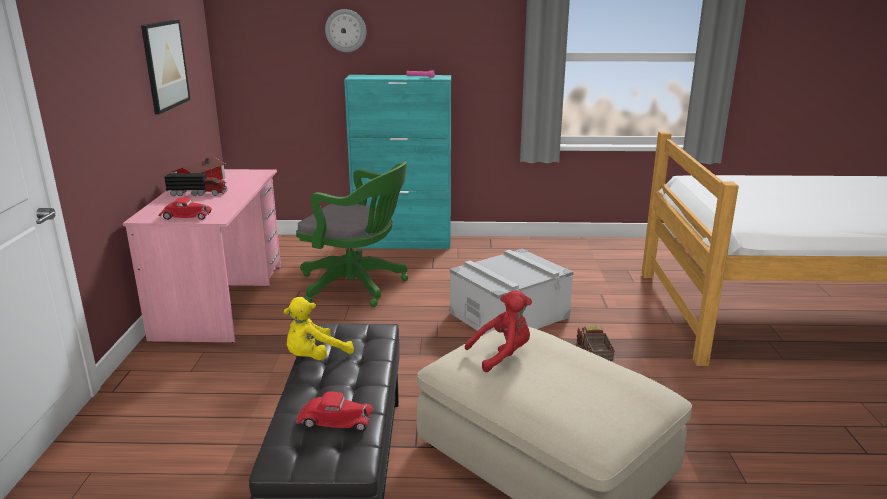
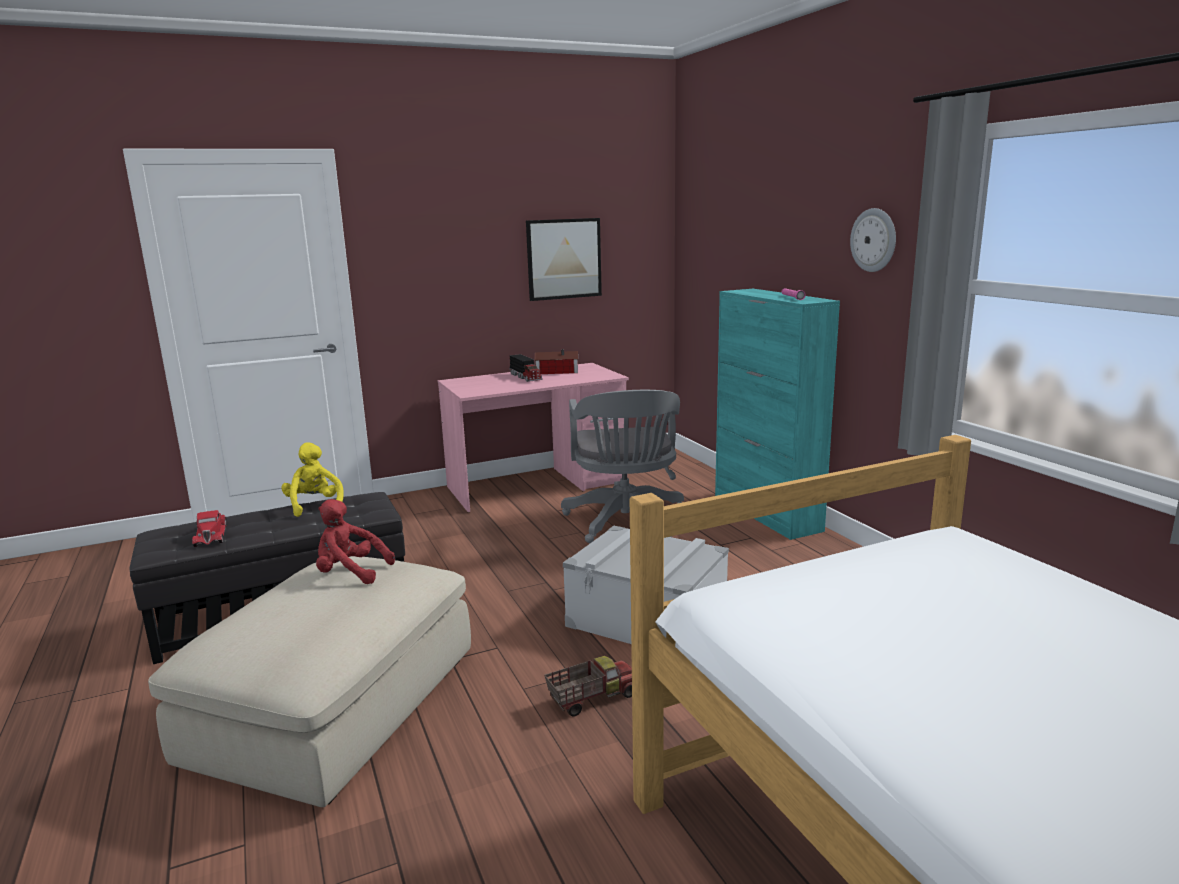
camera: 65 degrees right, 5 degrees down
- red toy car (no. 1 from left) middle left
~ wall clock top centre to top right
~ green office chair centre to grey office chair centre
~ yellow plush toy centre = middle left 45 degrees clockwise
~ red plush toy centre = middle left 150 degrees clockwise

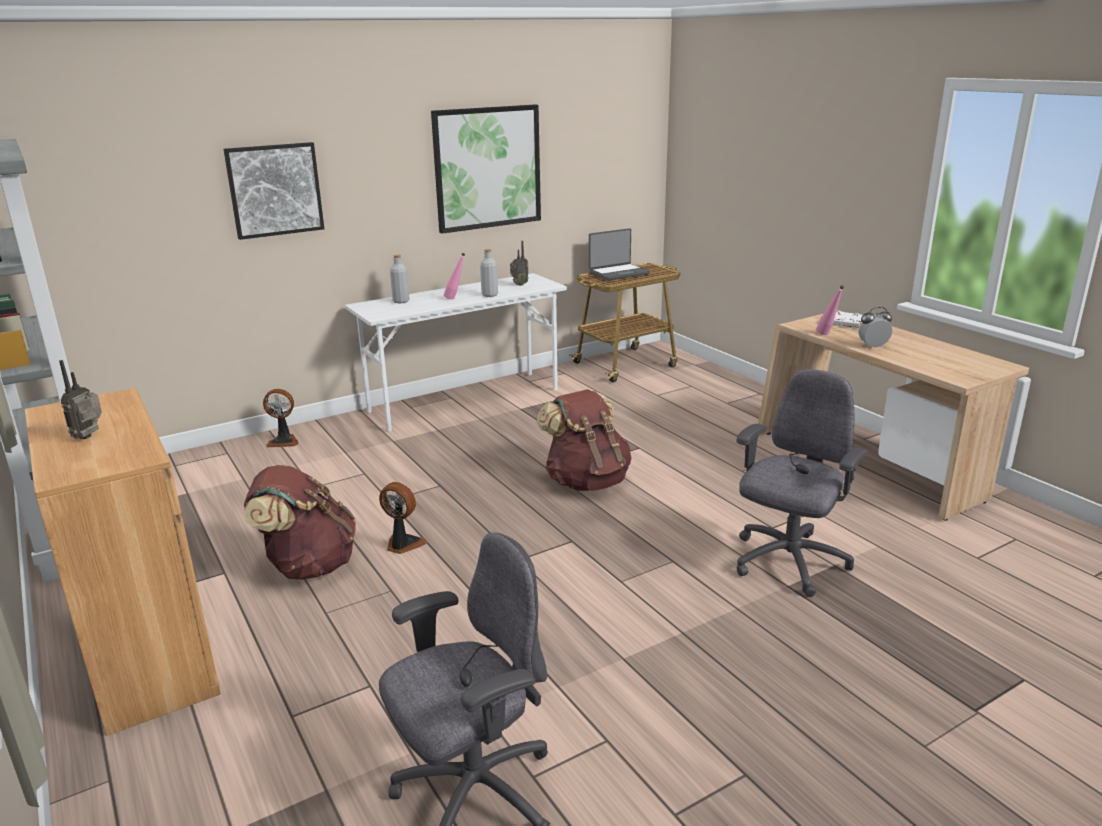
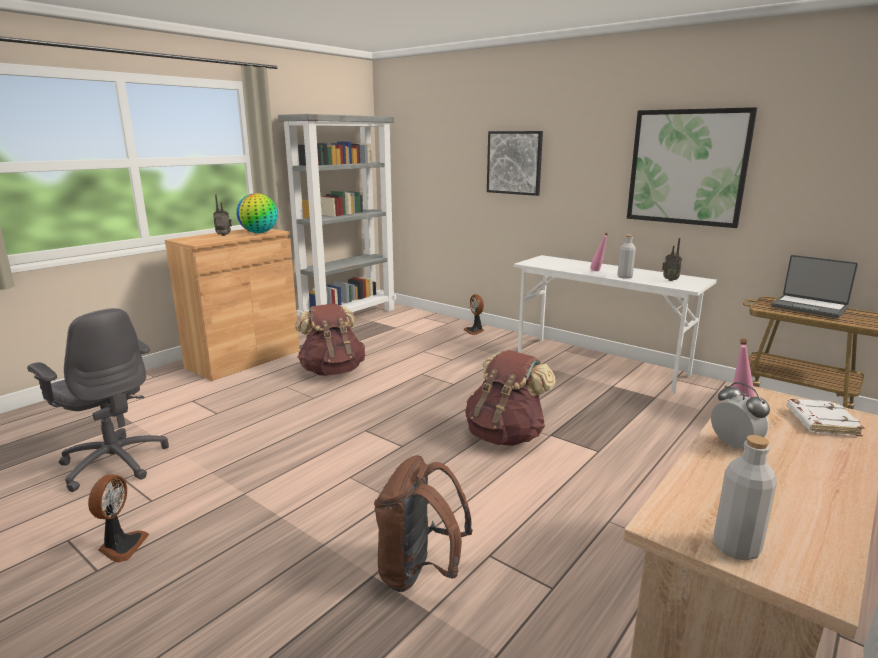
camera: 70 degrees right, 5 degrees down
+ globe top left
~ fan (no. 2 from left in the first image) centre to fan (no. 1 from left) bottom left
~ grey bottle (no. 1 from left in the first image) centre to grey bottle (no. 2 from left) bottom right
~ grey office chair (no. 2 from left) middle right to brown backpack (no. 2 from left) bottom centre

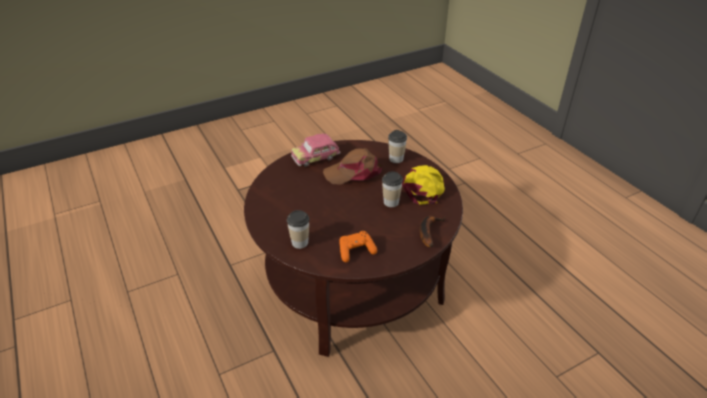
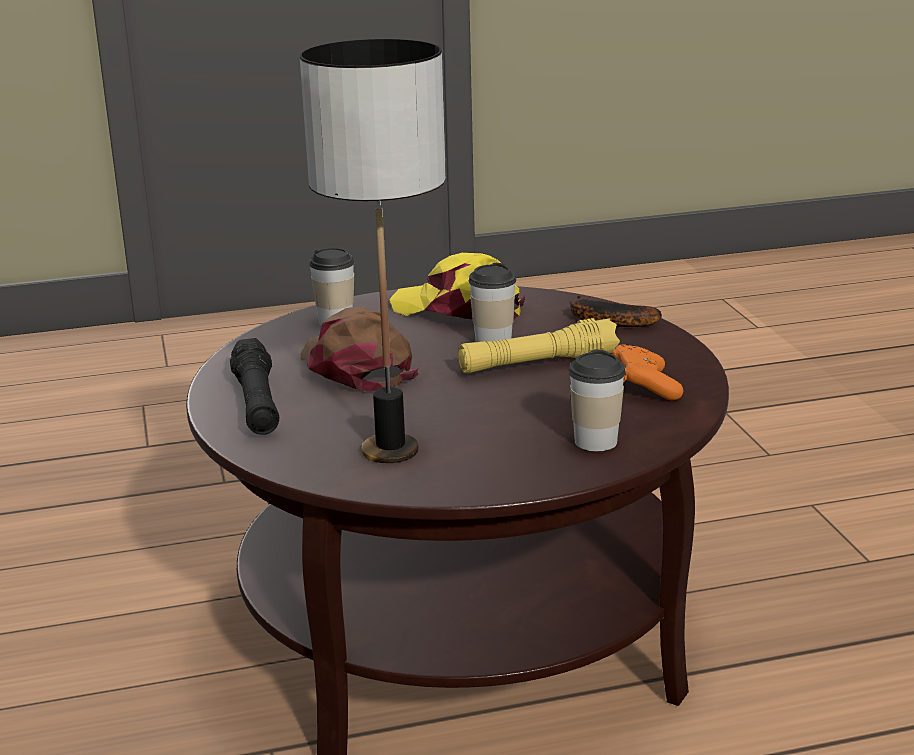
camera: 75 degrees left, 15 degrees down
+ table lamp top centre
+ yellow flashlight centre
~ toy car centre to black flashlight middle left
~ brown cap centre = centre 150 degrees clockwise

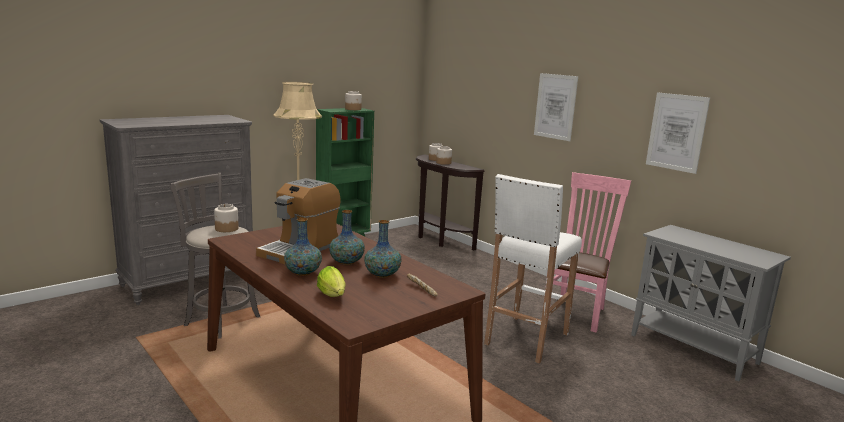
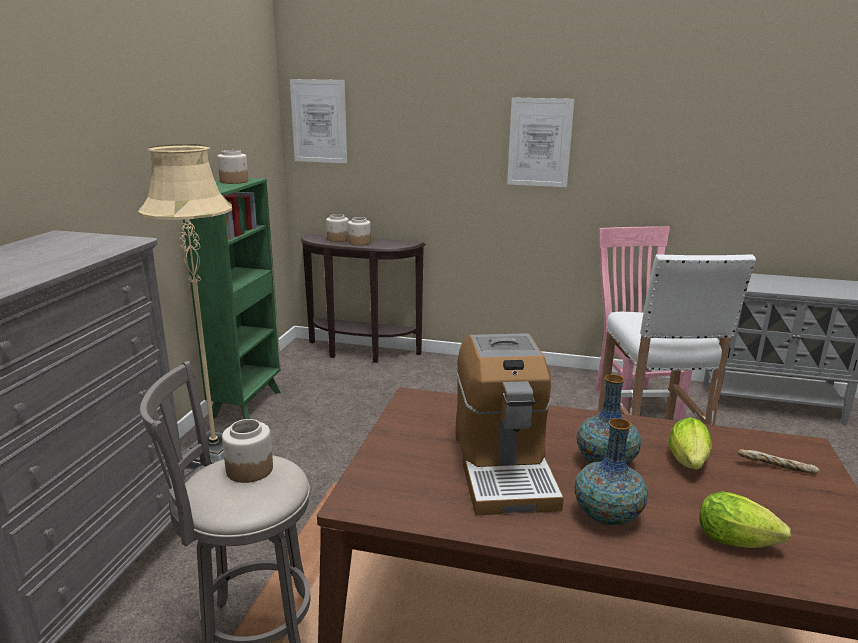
camera: 35 degrees left, 5 degrees up
~ picture (no. 2 from left in the first image) top right to picture (no. 1 from left) top centre
~ vase (no. 3 from left) centre to lettuce (no. 1 from left) bottom right

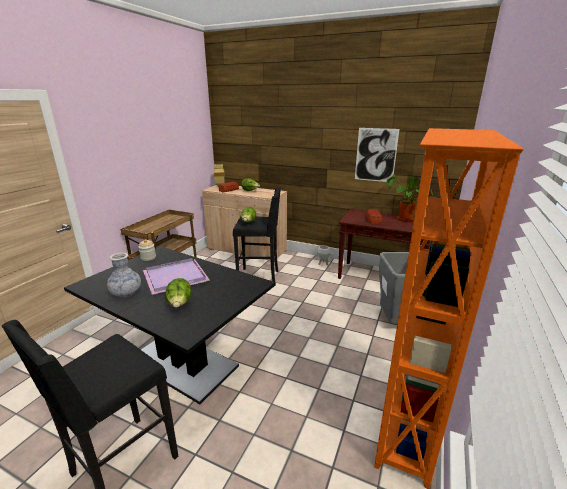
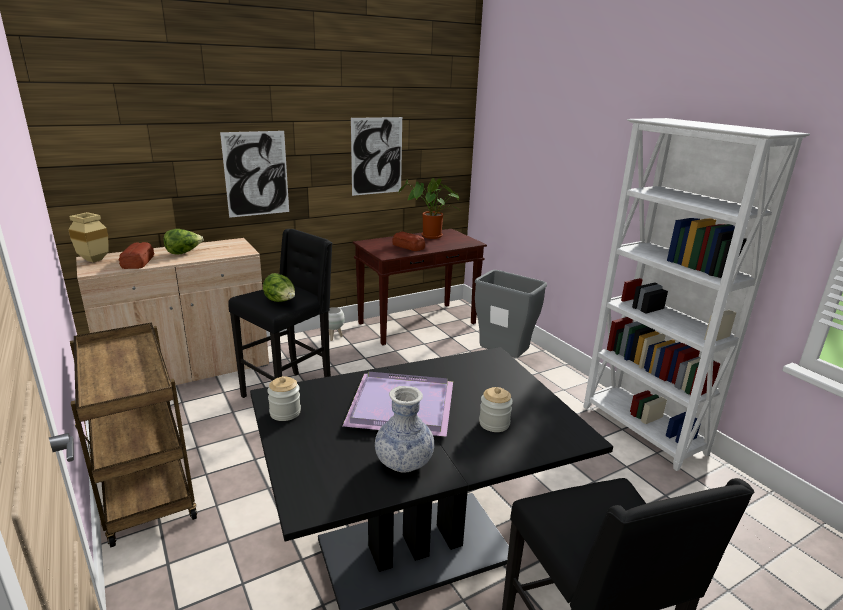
camera: 55 degrees left, 0 degrees up
+ picture (no. 1 from left) top left
~ lettuce (no. 1 from left) middle left to jar (no. 2 from left) bottom centre
~ orange bookcase middle right to white bookcase middle right

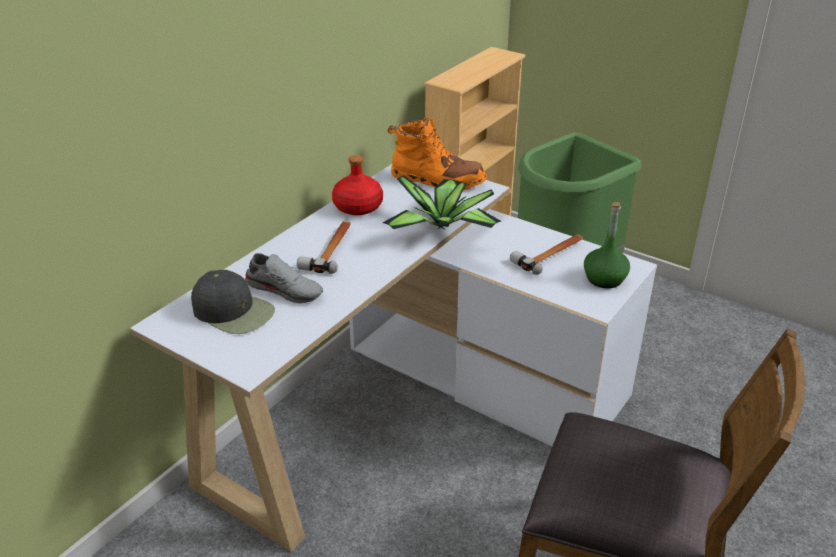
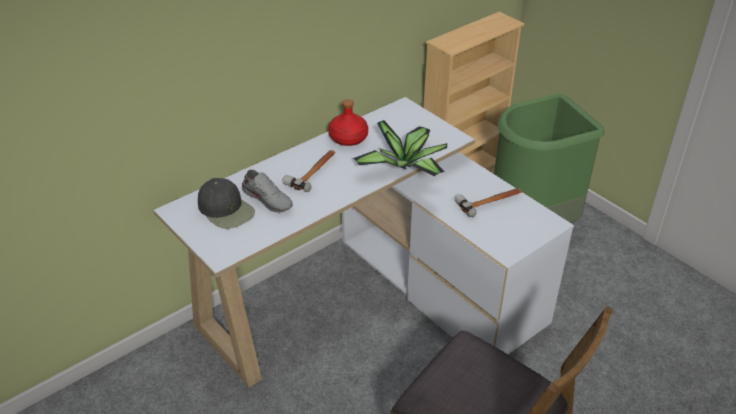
camera: 15 degrees right, 5 degrees up
- orange boot top centre
- green bottle middle right

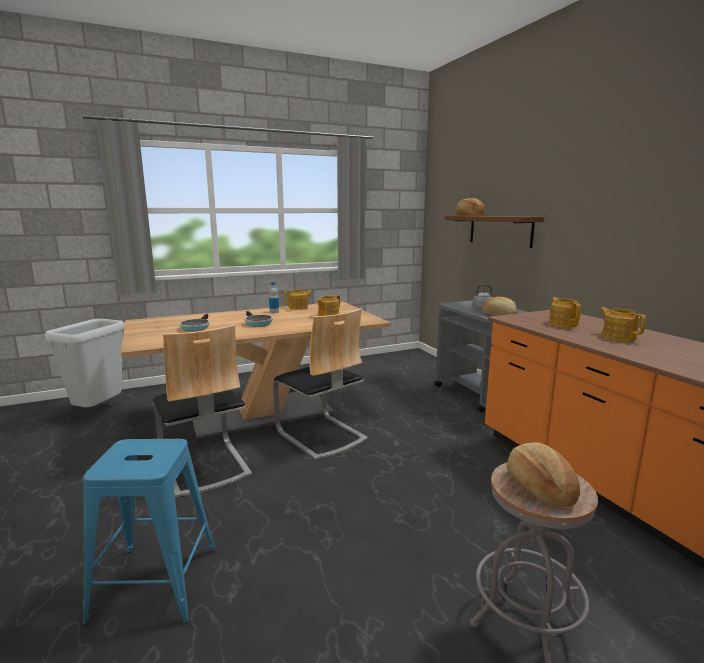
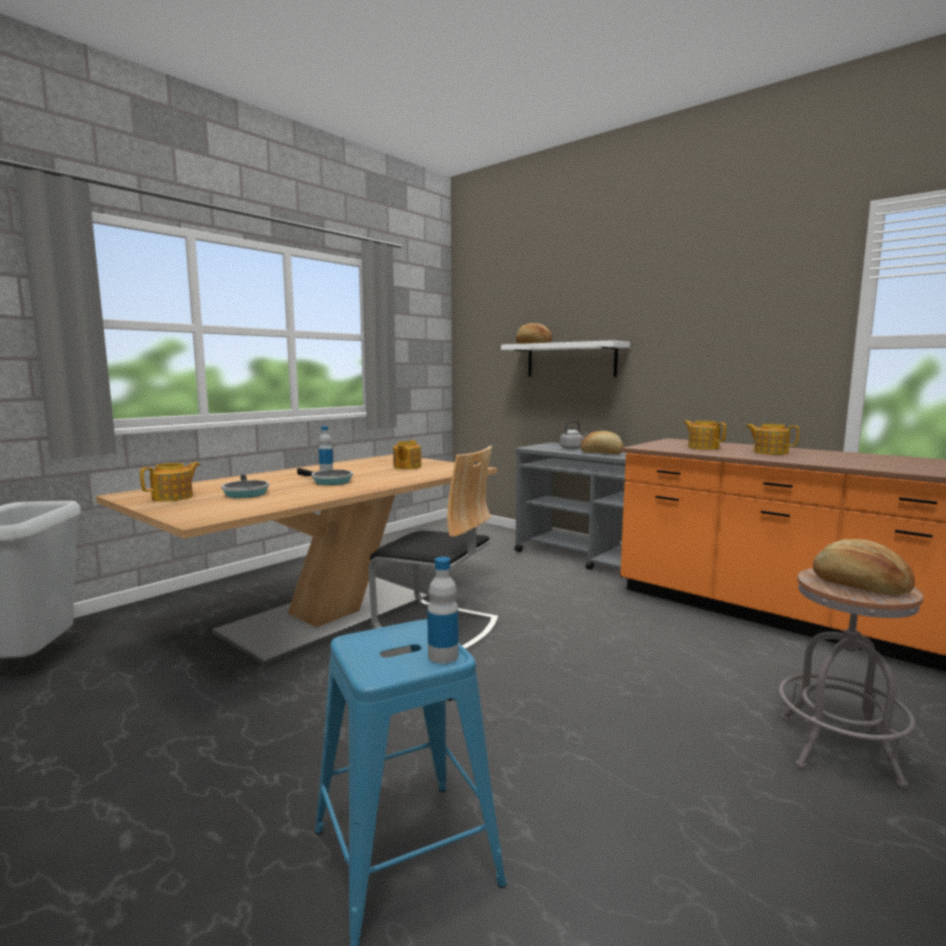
camera: 25 degrees left, 5 degrees down
- chair (no. 1 from left) middle left
+ bottle (no. 2 from left) centre
~ teapot (no. 1 from left) centre to middle left
~ brown shelf middle right to white shelf centre

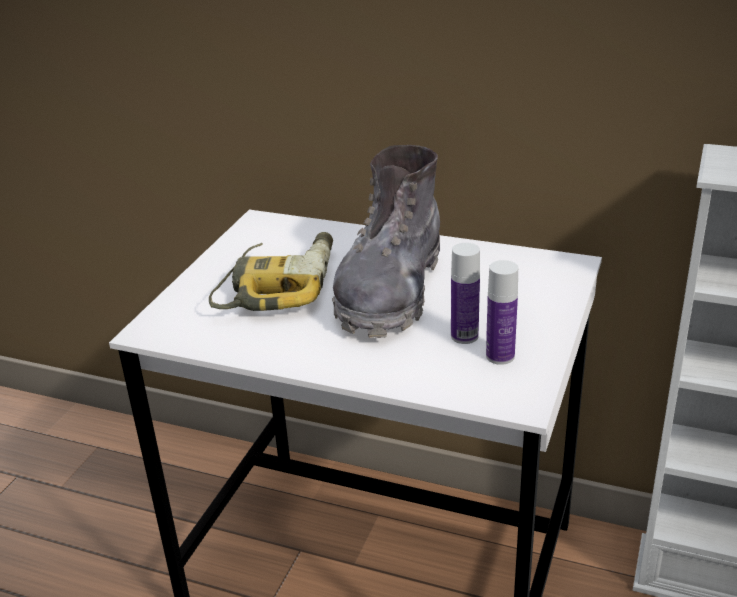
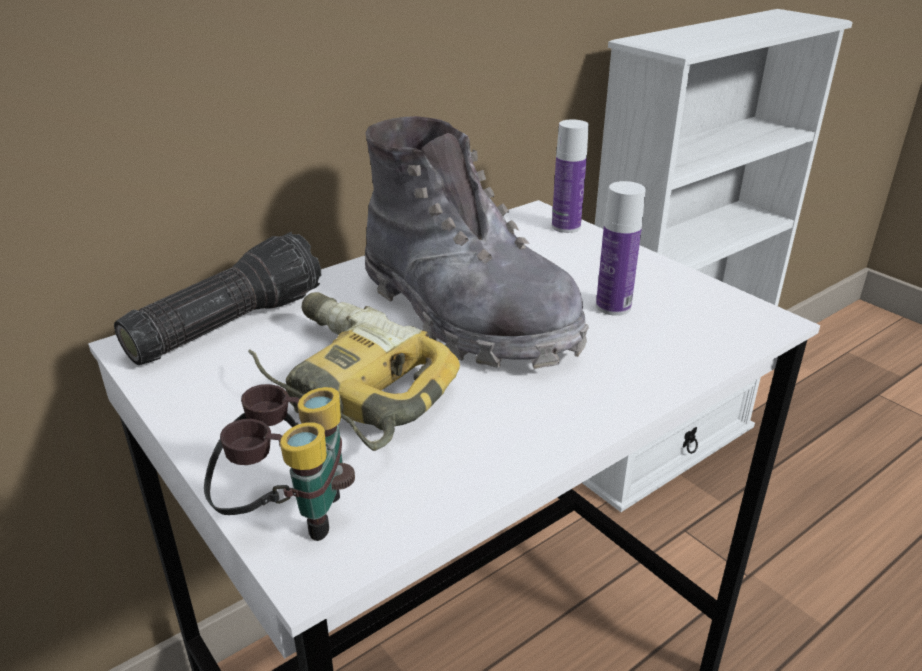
camera: 60 degrees left, 0 degrees up
+ flashlight middle left
+ binoculars bottom left
~ bottle (no. 2 from left in the first image) middle right to bottle (no. 1 from left) top centre

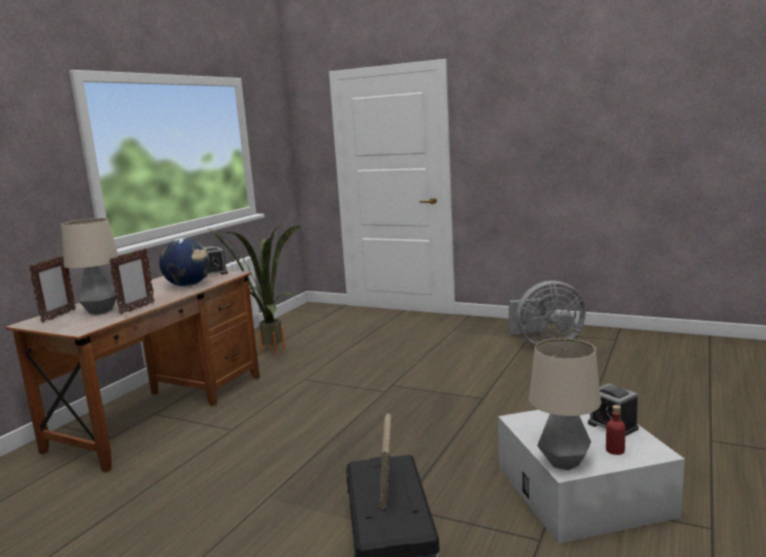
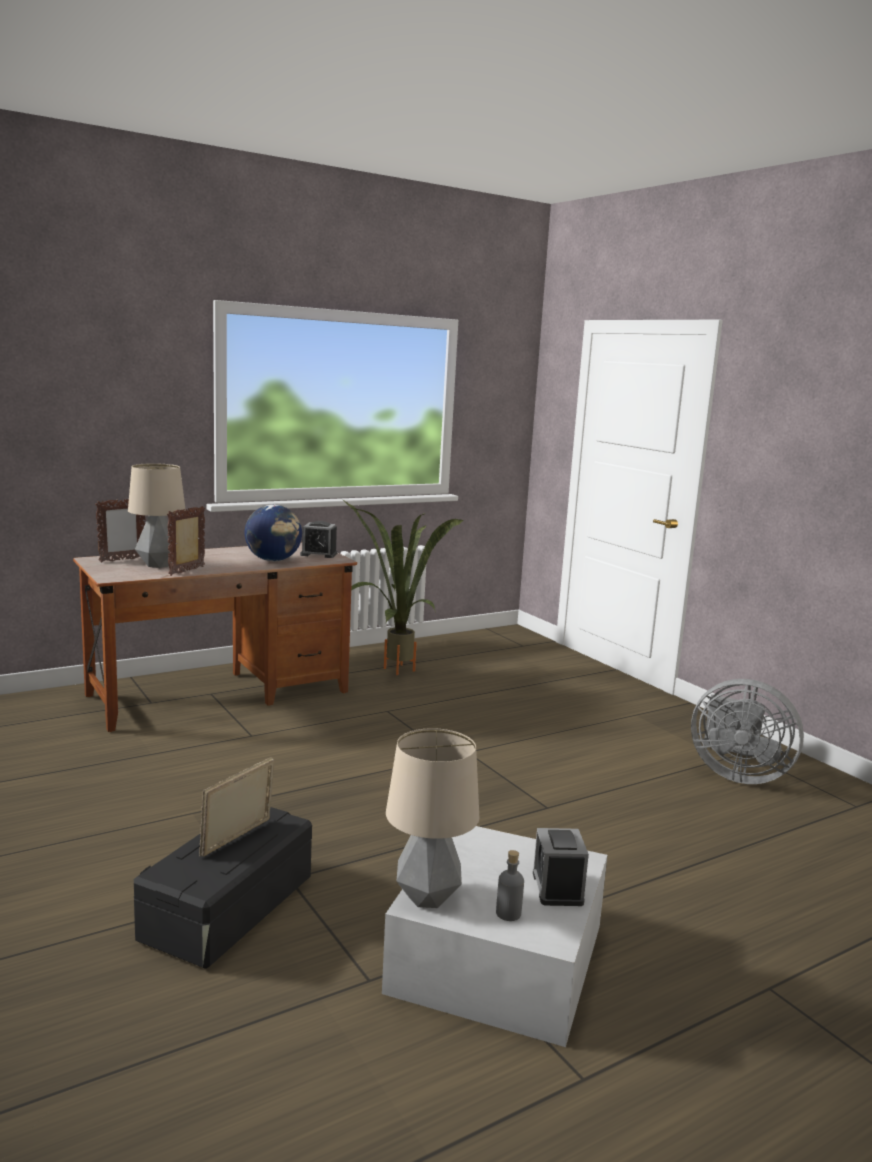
camera: 30 degrees right, 0 degrees up
~ red bottle bottom right to grey bottle bottom centre
~ picture frame (no. 2 from left) middle left = middle left 150 degrees clockwise

